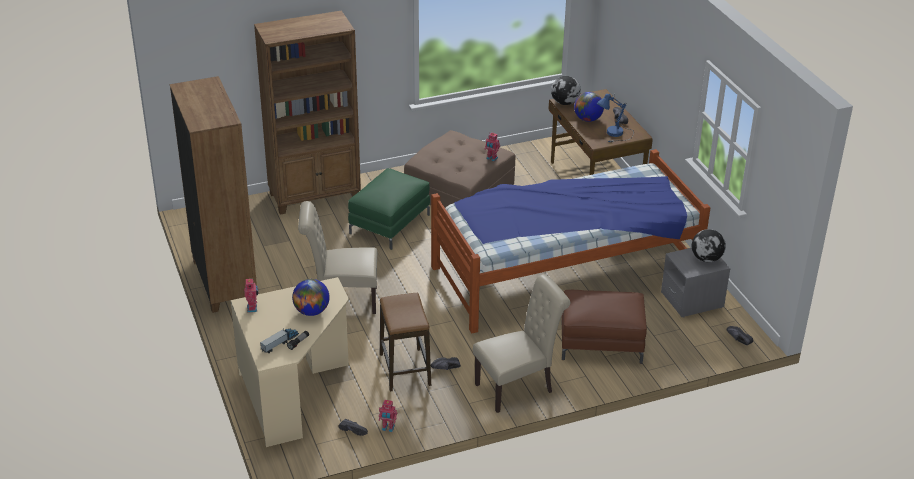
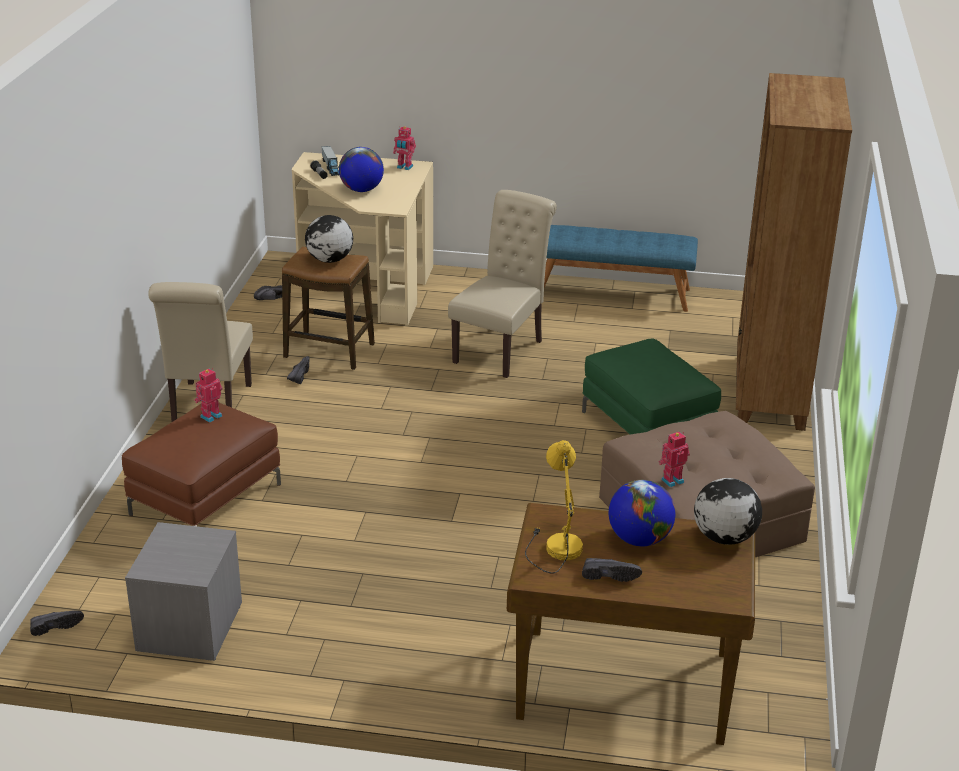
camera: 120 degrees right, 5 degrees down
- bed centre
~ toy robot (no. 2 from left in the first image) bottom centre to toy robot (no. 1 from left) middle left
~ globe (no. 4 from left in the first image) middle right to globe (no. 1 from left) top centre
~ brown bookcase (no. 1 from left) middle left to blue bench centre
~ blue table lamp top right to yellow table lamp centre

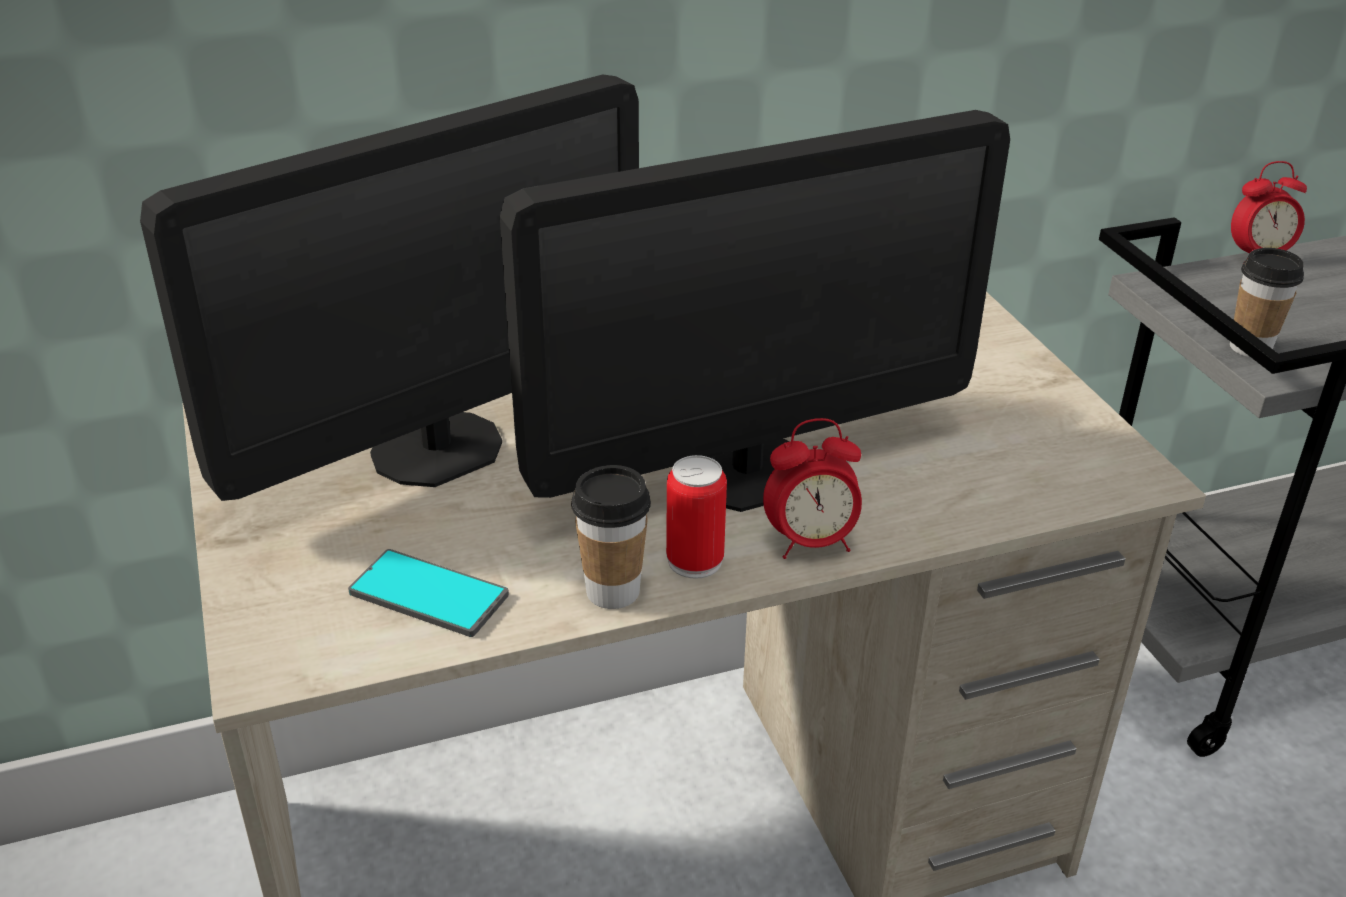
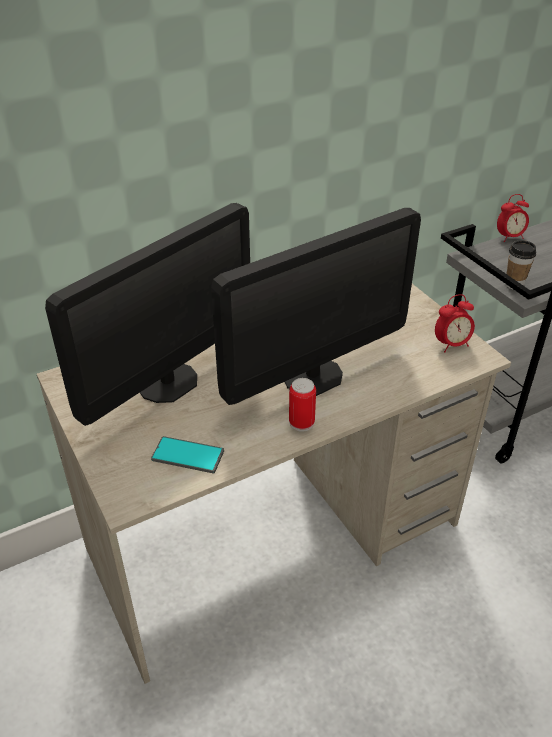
camera: 10 degrees left, 5 degrees up
- cup (no. 1 from left) centre
~ alarm clock (no. 1 from left) centre to middle right

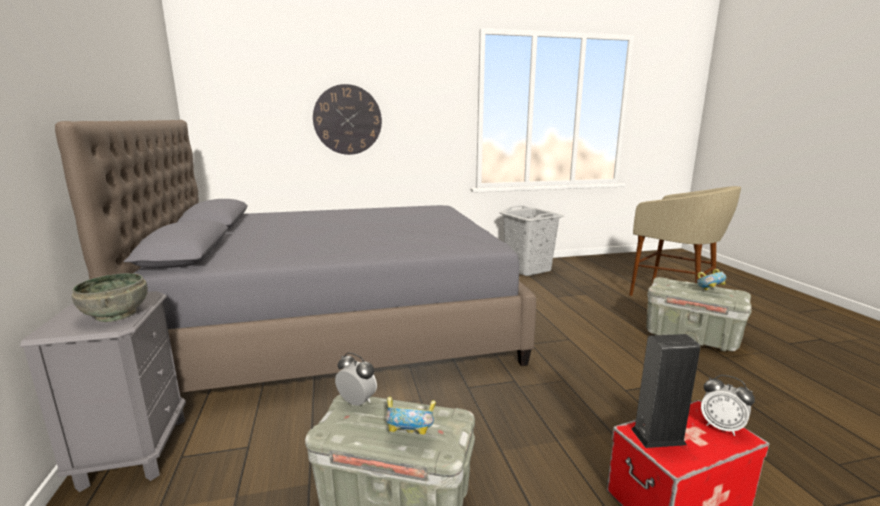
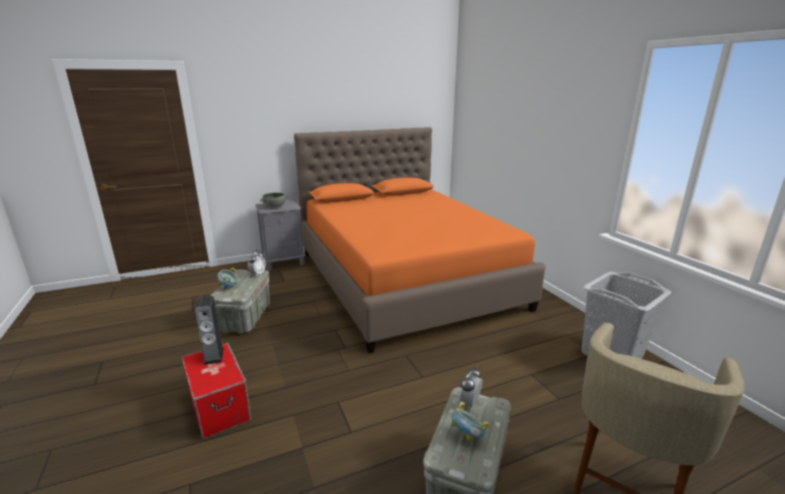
camera: 80 degrees right, 5 degrees up
- wall clock top centre
~ alarm clock (no. 2 from left) bottom right to bottom centre
~ grey bed centre to orange bed centre

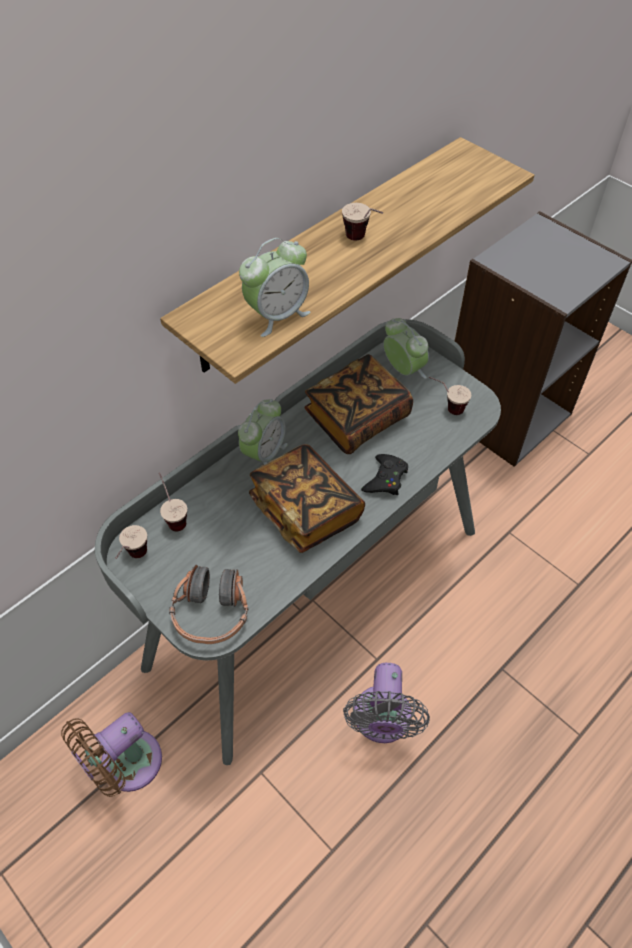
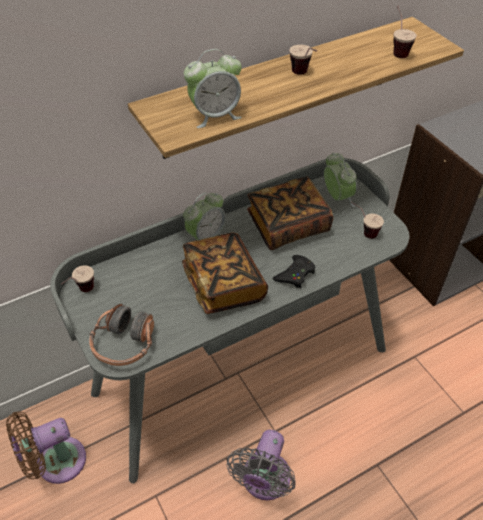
camera: 15 degrees right, 5 degrees down
~ cup (no. 2 from left in the first image) middle left to cup (no. 4 from left) top right

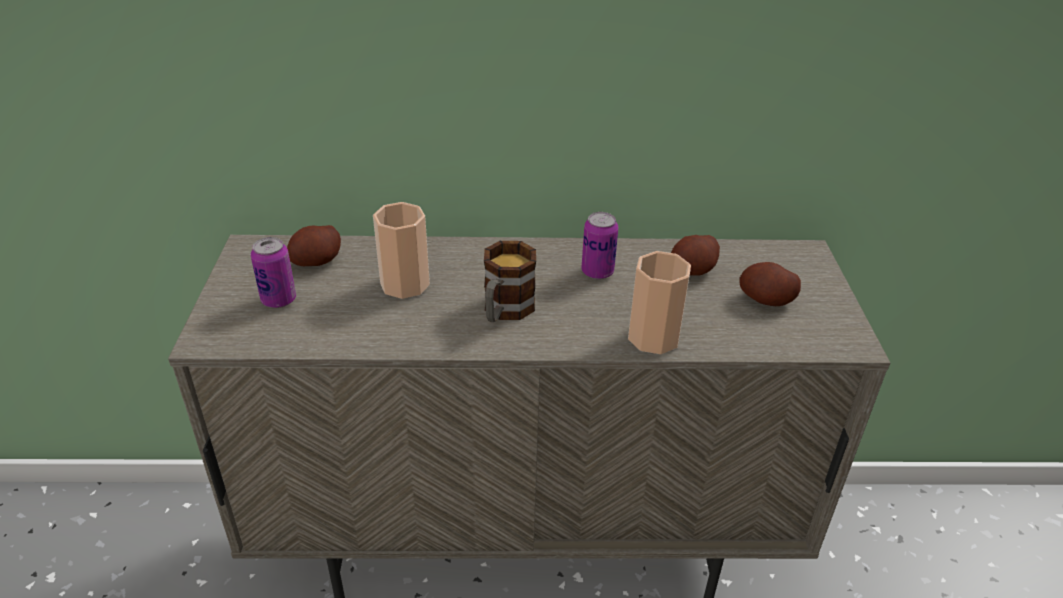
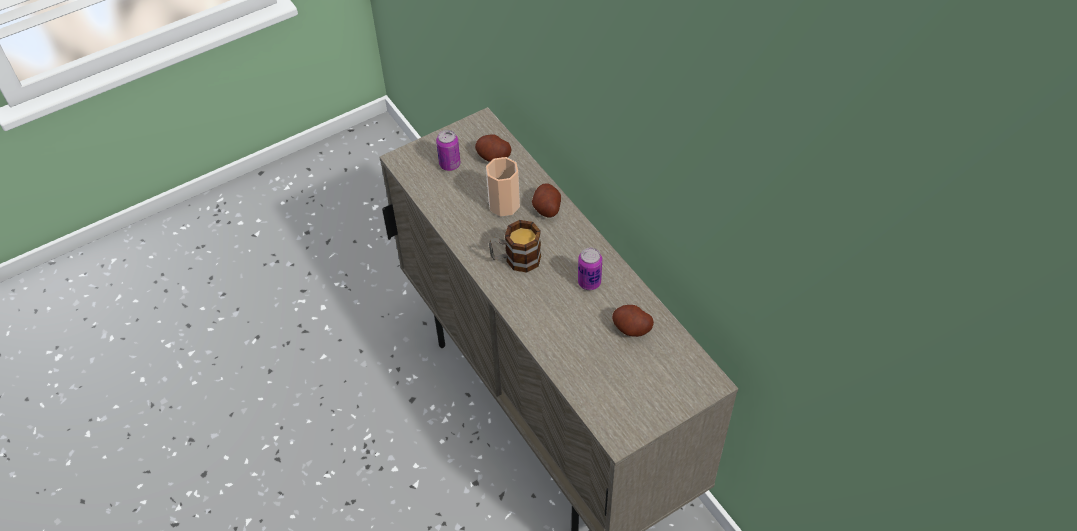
camera: 60 degrees right, 15 degrees up
- cup (no. 2 from left) centre
~ potato (no. 3 from left in the first image) middle right to potato (no. 2 from left) centre

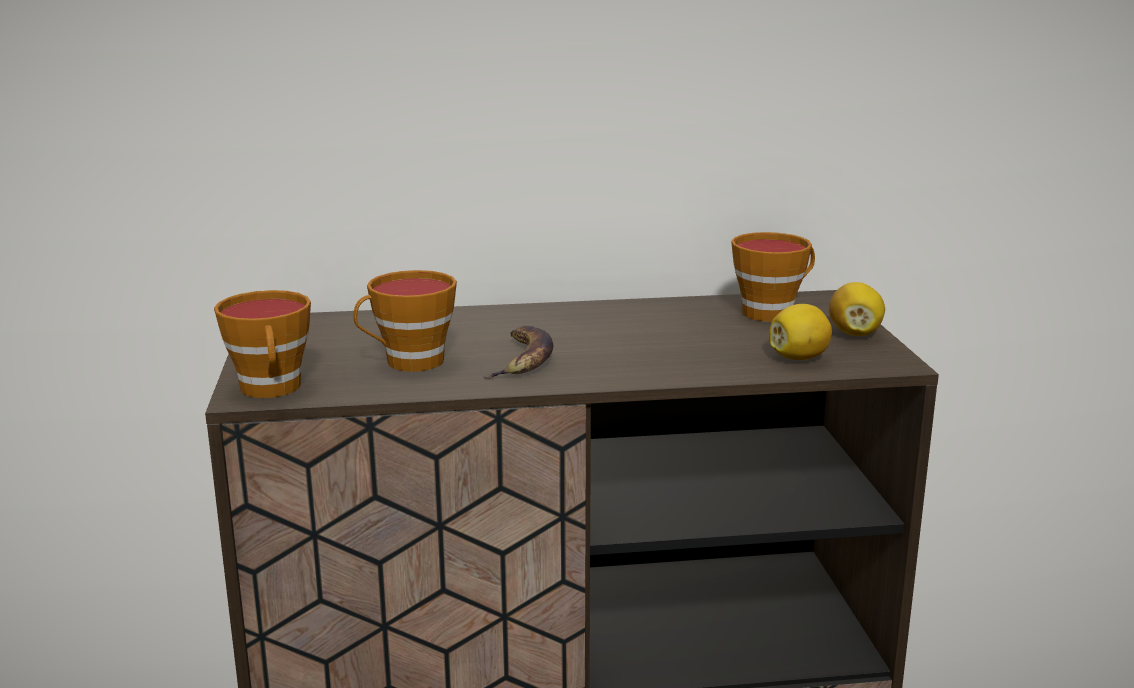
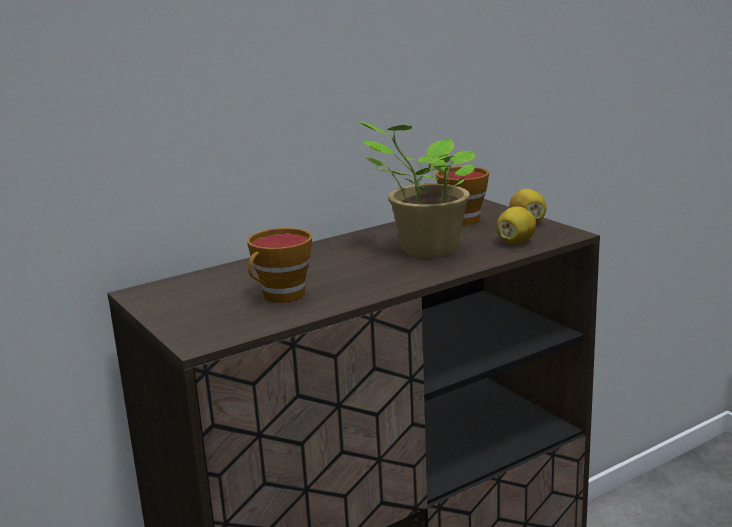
camera: 25 degrees left, 0 degrees up
- cup (no. 1 from left) middle left
- banana centre
+ potted plant centre

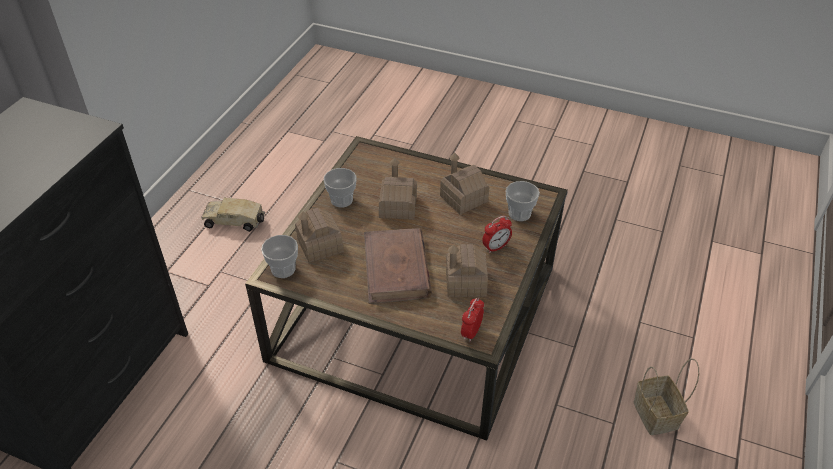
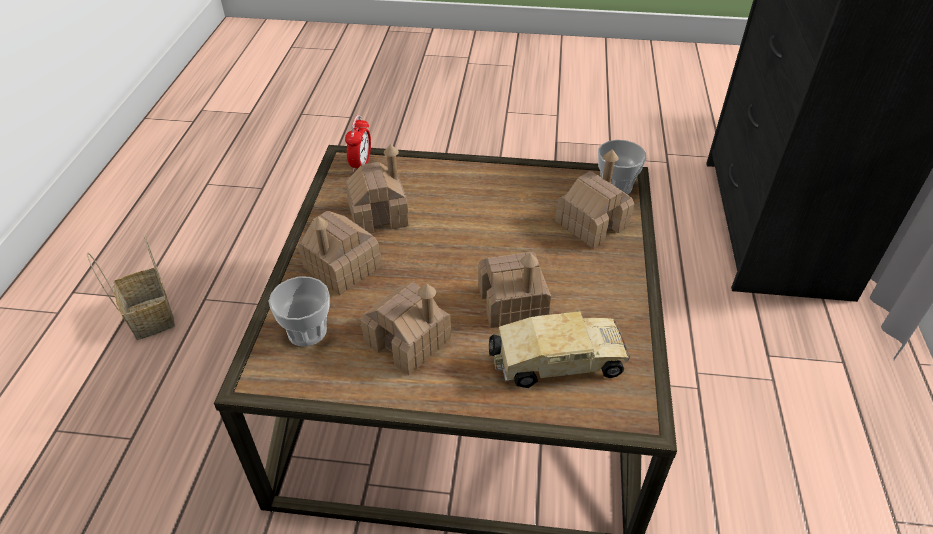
camera: 165 degrees right, 0 degrees up
- cup (no. 2 from left) centre
- brown book centre
~ toy truck middle left to centre
~ alarm clock (no. 2 from left) centre to toy house (no. 1 from left) centre

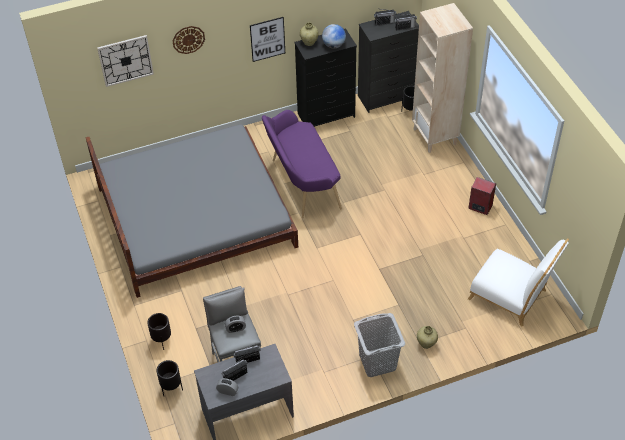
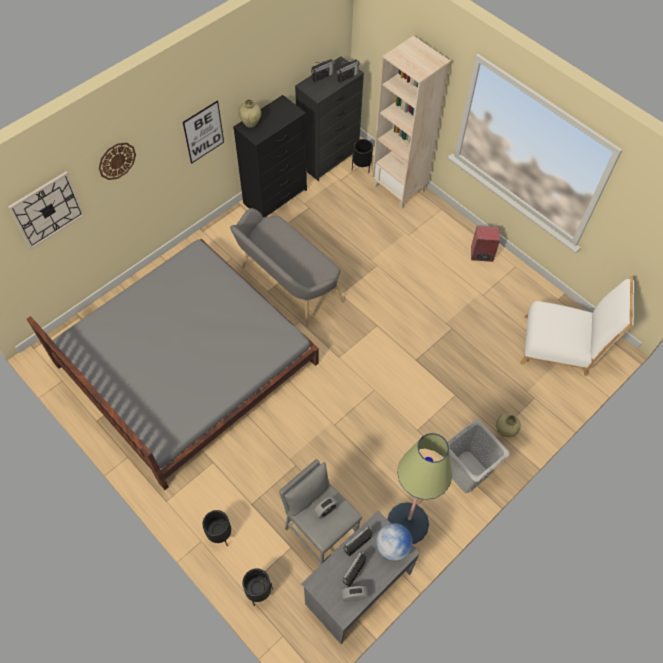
camera: 25 degrees left, 10 degrees up
+ floor lamp bottom centre
~ globe top centre to bottom centre
~ purple bench centre to grey bench centre

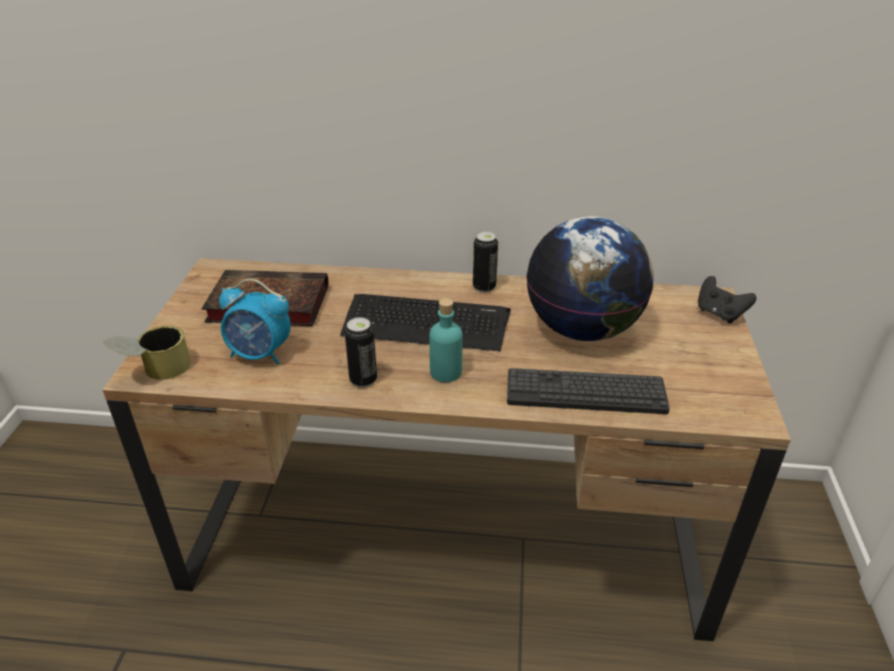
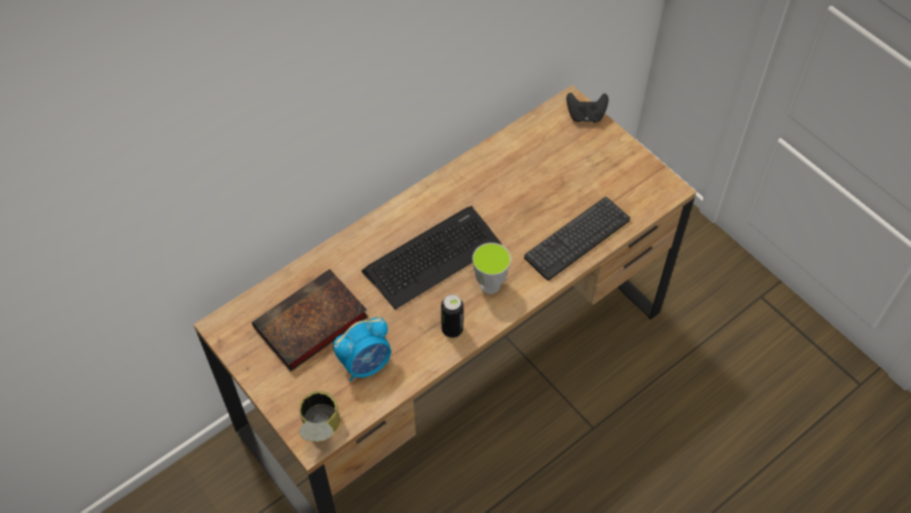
camera: 45 degrees left, 20 degrees up
- can (no. 3 from left) centre
- globe centre
~ turquoise bottle centre to cup centre

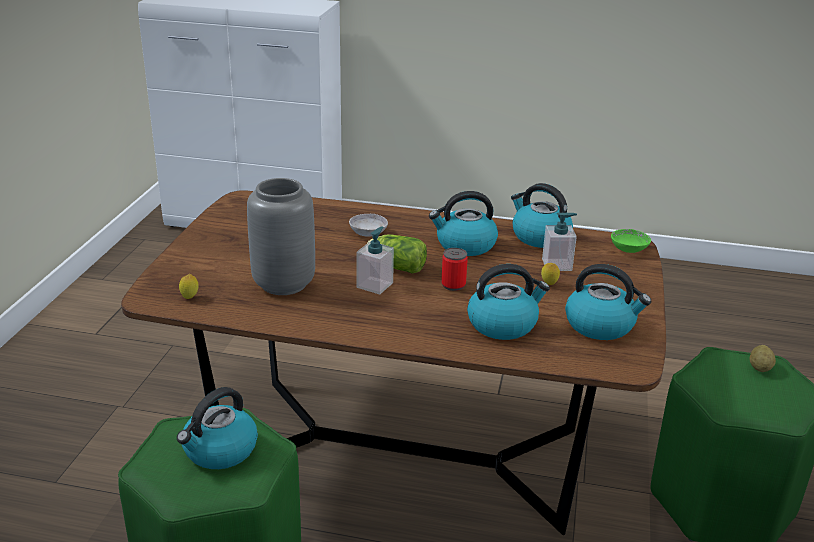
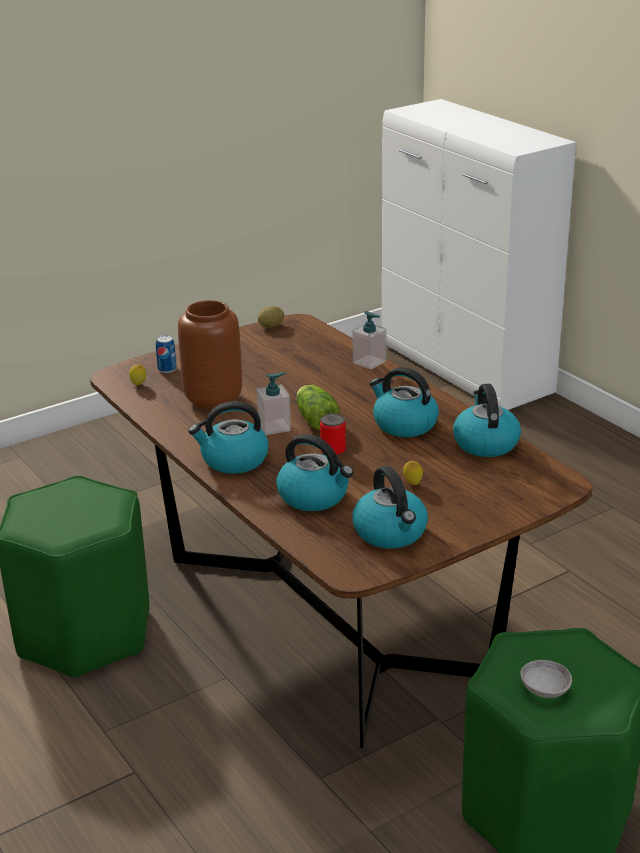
camera: 45 degrees right, 0 degrees up
- green bowl middle right
+ can (no. 1 from left) middle left
~ kettle (no. 1 from left) bottom left to centre
~ grey bowl centre to bottom right
~ soap dispenser (no. 2 from left) middle right to centre
~ potato middle right to centre
~ grey vase centre to brown vase middle left

